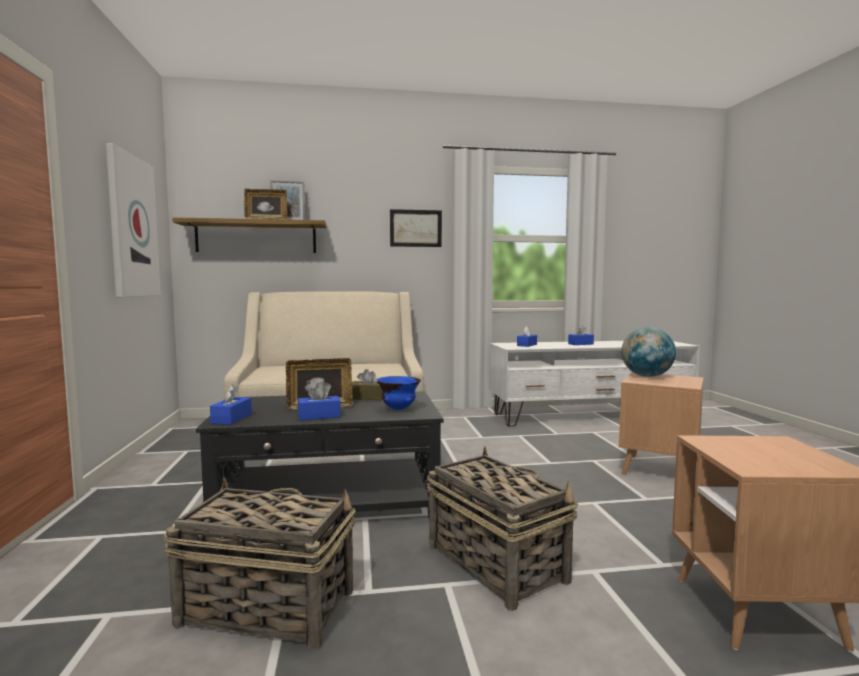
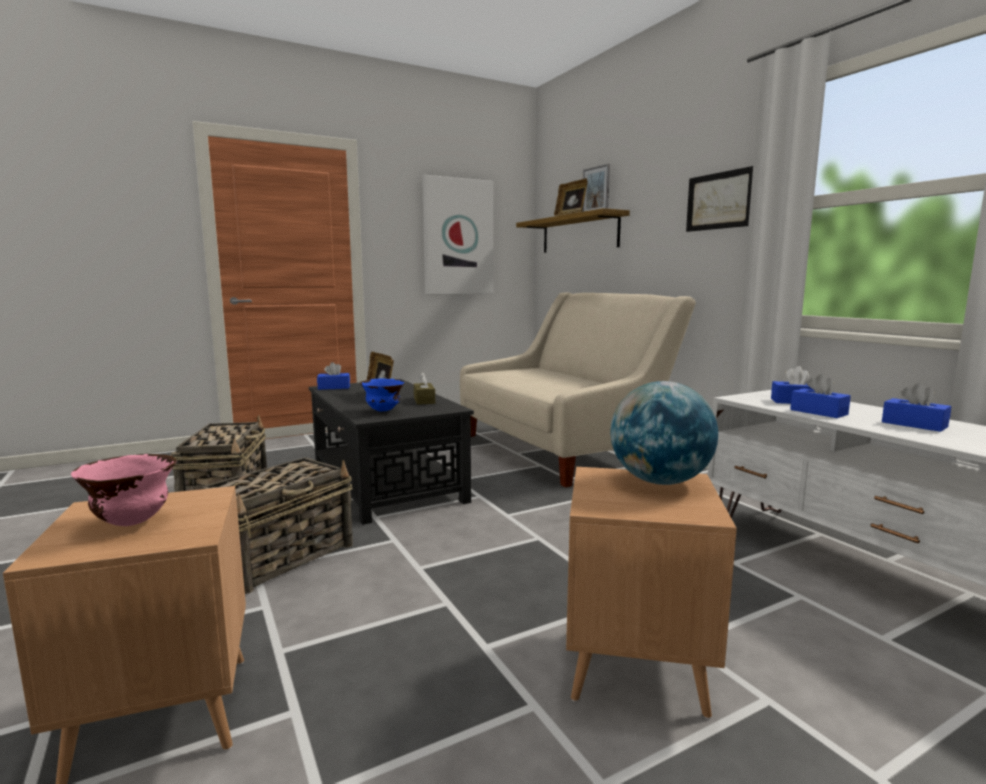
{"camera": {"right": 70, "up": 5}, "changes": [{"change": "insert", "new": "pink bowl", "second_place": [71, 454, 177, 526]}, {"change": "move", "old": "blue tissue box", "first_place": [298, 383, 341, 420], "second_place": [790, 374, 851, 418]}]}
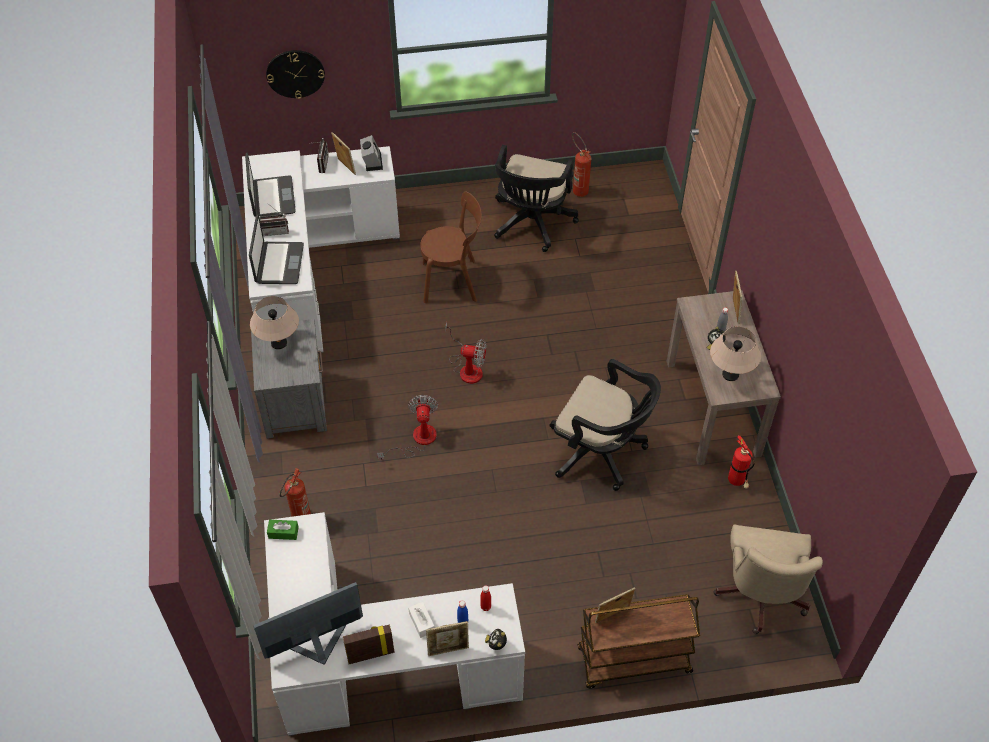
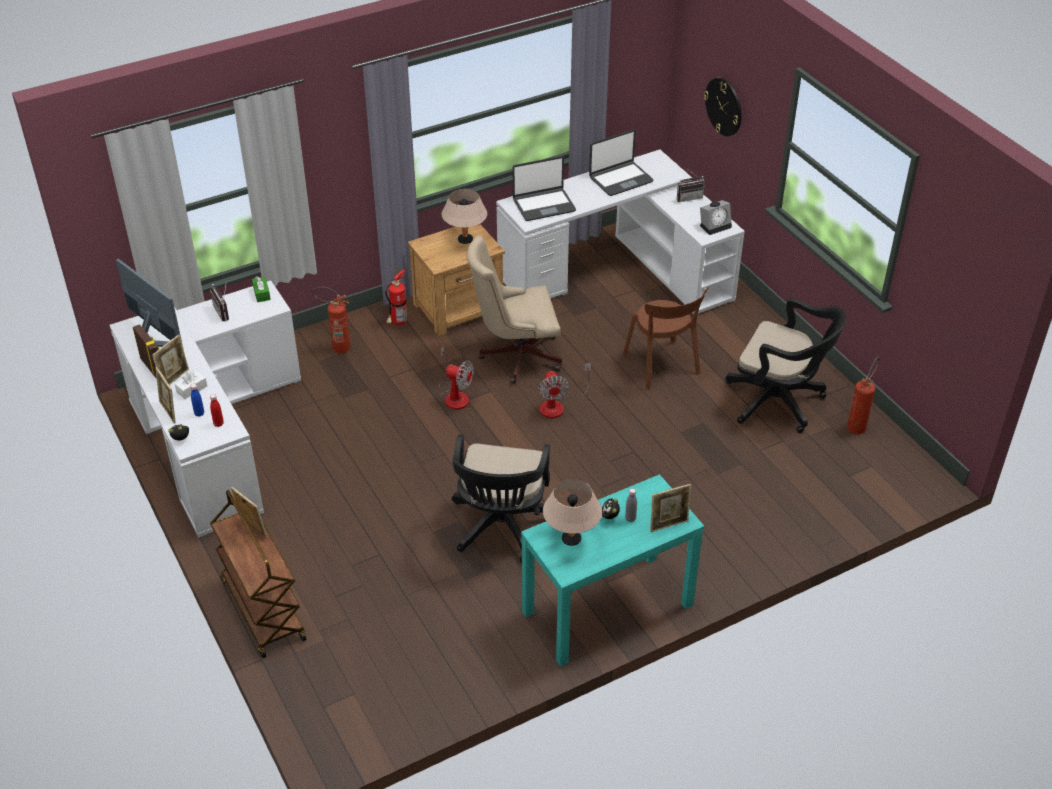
{"camera": {"right": 70, "up": -10}, "changes": [{"change": "move", "old": "picture frame", "first_place": [331, 132, 356, 175], "second_place": [152, 334, 189, 385]}, {"change": "move", "old": "radio", "first_place": [259, 203, 289, 236], "second_place": [210, 284, 229, 321]}, {"change": "move", "old": "fire extinguisher", "first_place": [728, 435, 754, 489], "second_place": [385, 269, 407, 325]}, {"change": "recolor", "old": "grey nightstand", "new": "brown nightstand", "first_place": [251, 319, 327, 439], "second_place": [407, 224, 505, 337]}, {"change": "rotate", "old": "fan", "first_place": [377, 395, 438, 460], "second_place": [439, 346, 474, 410], "degrees": 45}, {"change": "move", "old": "beige office chair", "first_place": [713, 524, 823, 634], "second_place": [467, 236, 562, 384]}, {"change": "recolor", "old": "brown console table", "new": "turquoise console table", "first_place": [666, 290, 781, 465], "second_place": [521, 474, 704, 667]}, {"change": "rotate", "old": "black office chair", "first_place": [494, 145, 579, 252], "second_place": [725, 298, 846, 433], "degrees": -150}]}
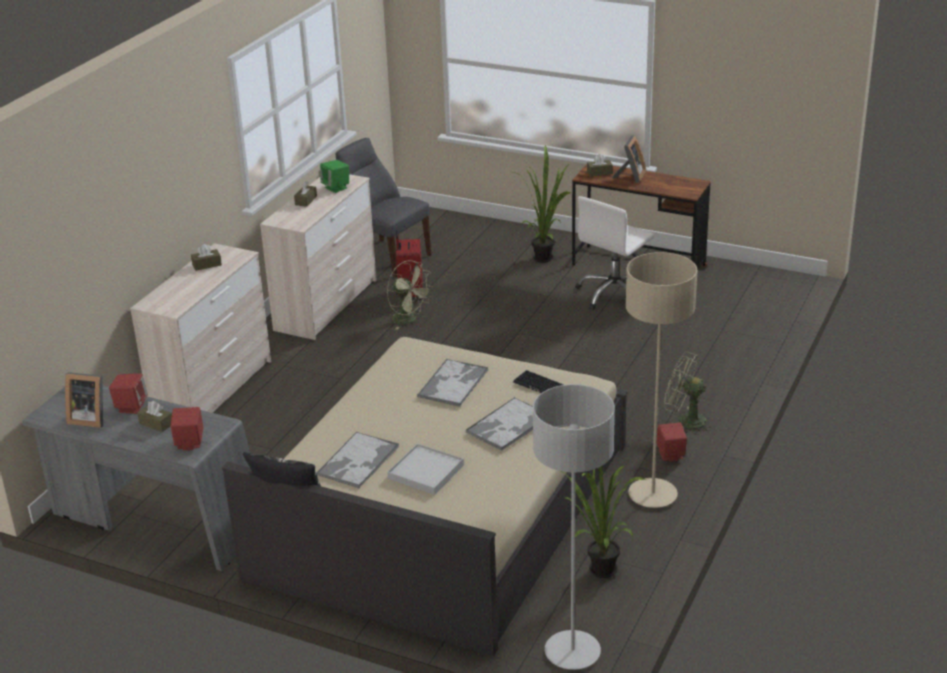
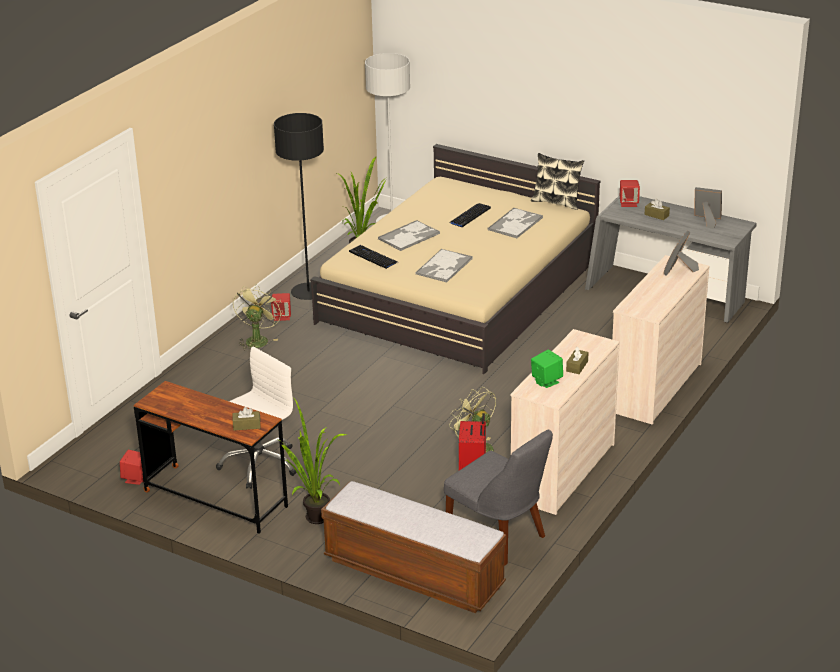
{"camera": {"right": -175, "up": 0}, "changes": [{"change": "move", "old": "red speaker", "first_place": [109, 373, 148, 414], "second_place": [120, 450, 143, 485]}, {"change": "rotate", "old": "green fan", "first_place": [664, 352, 712, 435], "second_place": [233, 285, 283, 351], "degrees": -105}, {"change": "recolor", "old": "beige floor lamp", "new": "black floor lamp", "first_place": [626, 252, 698, 508], "second_place": [274, 113, 324, 300]}, {"change": "insert", "new": "bench", "second_place": [321, 481, 506, 613]}, {"change": "replace", "old": "white tray", "new": "keyboard", "first_place": [387, 443, 464, 495], "second_place": [449, 203, 491, 227]}, {"change": "move", "old": "picture frame", "first_place": [612, 135, 646, 183], "second_place": [663, 231, 699, 276]}, {"change": "delete", "old": "brown tissue box", "first_place": [191, 244, 222, 271]}]}
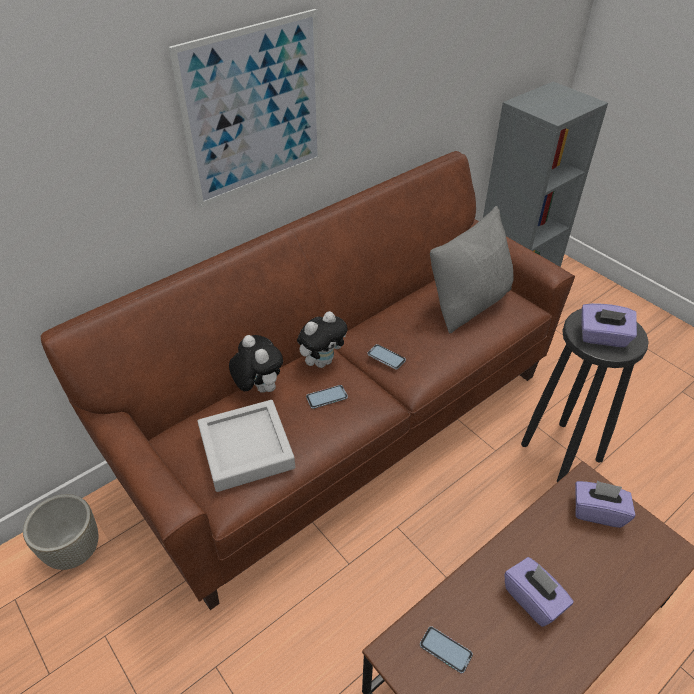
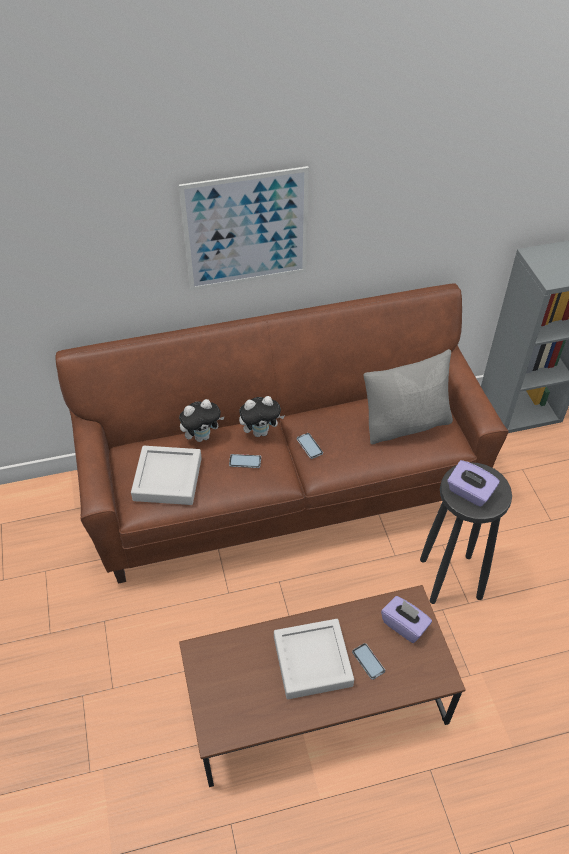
{"camera": {"right": 25, "up": 5}, "changes": [{"change": "rotate", "old": "plush toy", "first_place": [229, 335, 283, 392], "second_place": [179, 399, 225, 442], "degrees": 75}, {"change": "replace", "old": "purple tissue box", "new": "grey tray", "first_place": [504, 557, 573, 627], "second_place": [274, 619, 354, 699]}, {"change": "move", "old": "phone", "first_place": [420, 626, 473, 673], "second_place": [352, 643, 385, 680]}, {"change": "delete", "old": "grey planter", "first_place": [23, 494, 99, 570]}]}
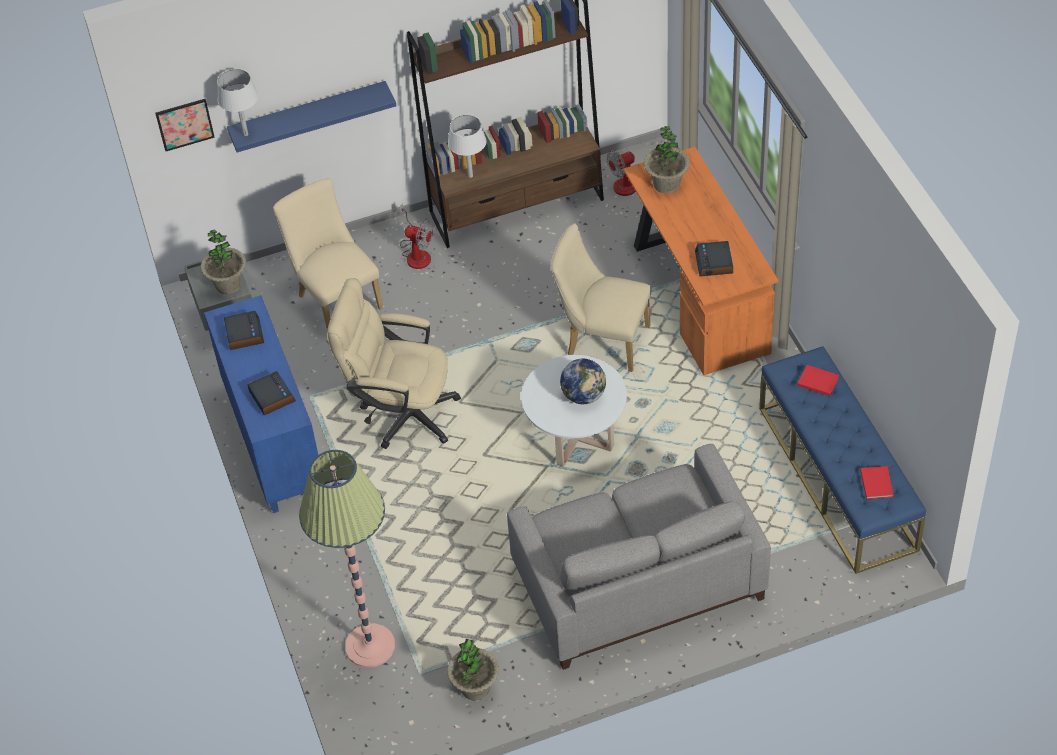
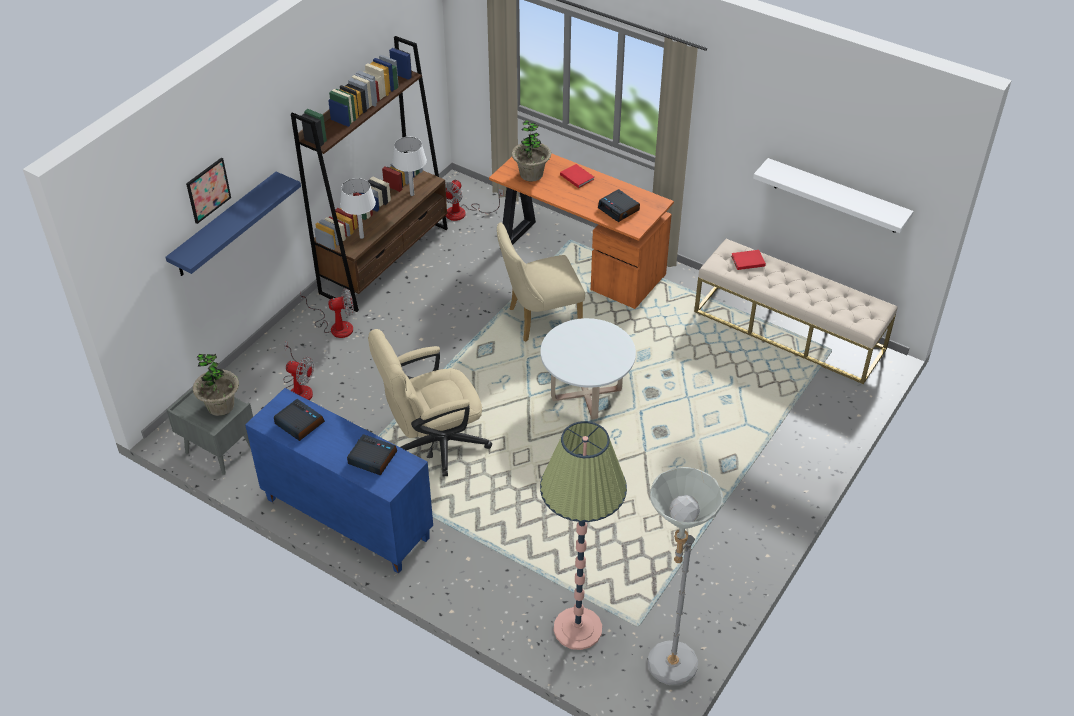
{"camera": {"right": -40, "up": -5}, "changes": [{"change": "move", "old": "picture", "first_place": [155, 99, 215, 151], "second_place": [186, 158, 231, 224]}, {"change": "replace", "old": "beige chair", "new": "fan", "first_place": [273, 179, 383, 330], "second_place": [284, 340, 314, 400]}, {"change": "move", "old": "white table lamp", "first_place": [217, 69, 258, 136], "second_place": [392, 137, 427, 196]}, {"change": "move", "old": "red book", "first_place": [860, 466, 894, 500], "second_place": [560, 164, 594, 188]}, {"change": "insert", "new": "grey floor lamp", "second_place": [648, 467, 723, 685]}, {"change": "recolor", "old": "blue bench", "new": "beige bench", "first_place": [759, 346, 926, 574], "second_place": [694, 239, 897, 384]}, {"change": "insert", "new": "white shelf", "second_place": [753, 158, 914, 233]}, {"change": "delete", "old": "potted plant", "first_place": [447, 639, 499, 700]}, {"change": "delete", "old": "grey sofa", "first_place": [507, 444, 771, 670]}, {"change": "delete", "old": "globe", "first_place": [560, 359, 606, 405]}]}
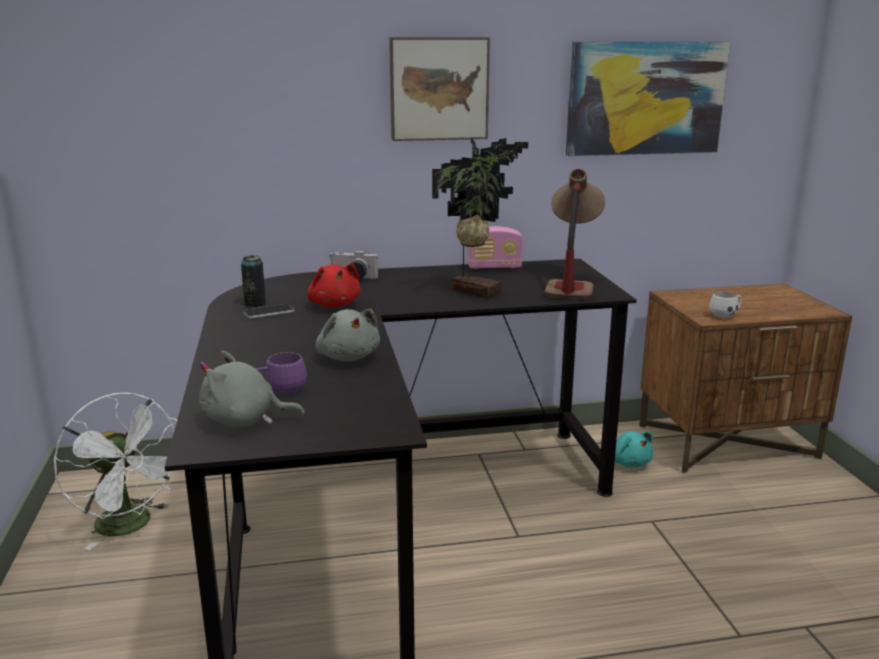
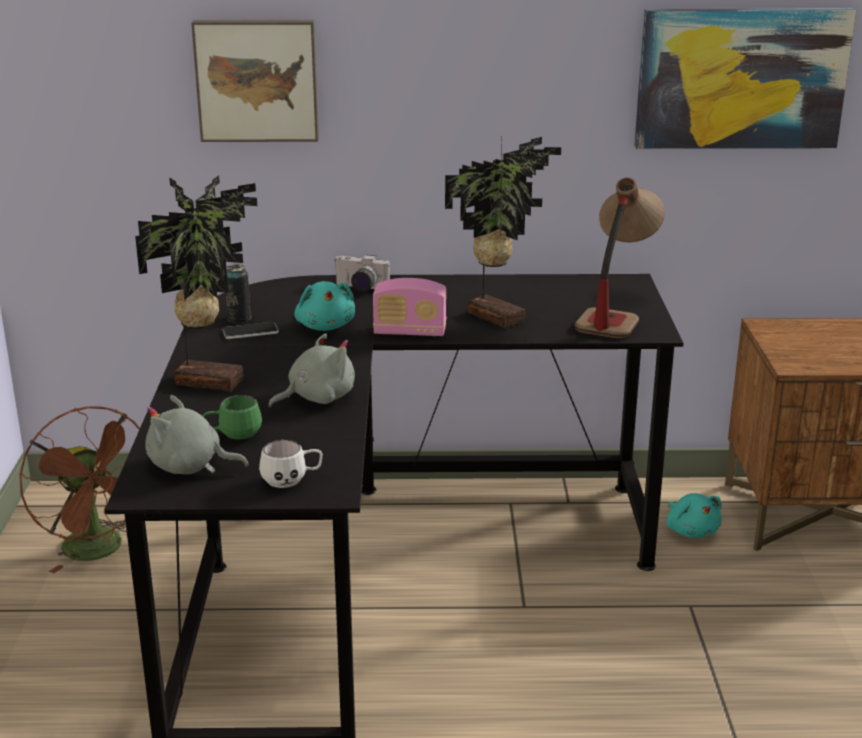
{"camera": {"right": 10, "up": 5}, "changes": [{"change": "recolor", "old": "white fan", "new": "brown fan", "first_place": [53, 393, 177, 550], "second_place": [19, 406, 140, 573]}, {"change": "insert", "new": "potted plant", "second_place": [135, 175, 257, 392]}, {"change": "move", "old": "picture", "first_place": [389, 37, 490, 141], "second_place": [191, 20, 319, 142]}, {"change": "recolor", "old": "purple mug", "new": "green mug", "first_place": [255, 352, 307, 394], "second_place": [202, 395, 262, 439]}, {"change": "move", "old": "white mug", "first_place": [709, 291, 742, 318], "second_place": [259, 440, 323, 488]}, {"change": "rotate", "old": "grey plush toy", "first_place": [316, 309, 380, 361], "second_place": [268, 333, 355, 408], "degrees": -105}, {"change": "recolor", "old": "red plush toy", "new": "turquoise plush toy", "first_place": [307, 264, 361, 308], "second_place": [294, 281, 355, 331]}, {"change": "move", "old": "radio", "first_place": [467, 226, 523, 269], "second_place": [373, 278, 447, 336]}]}
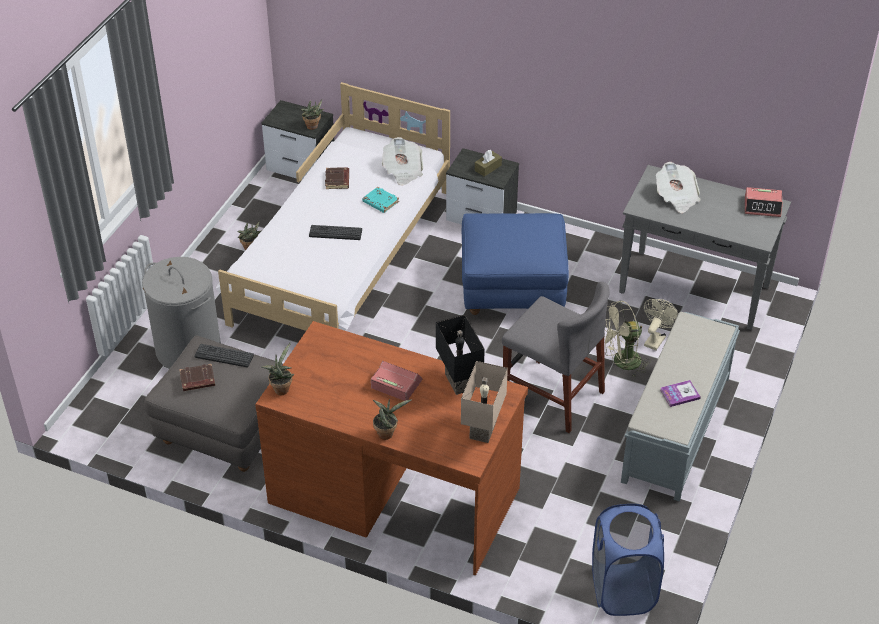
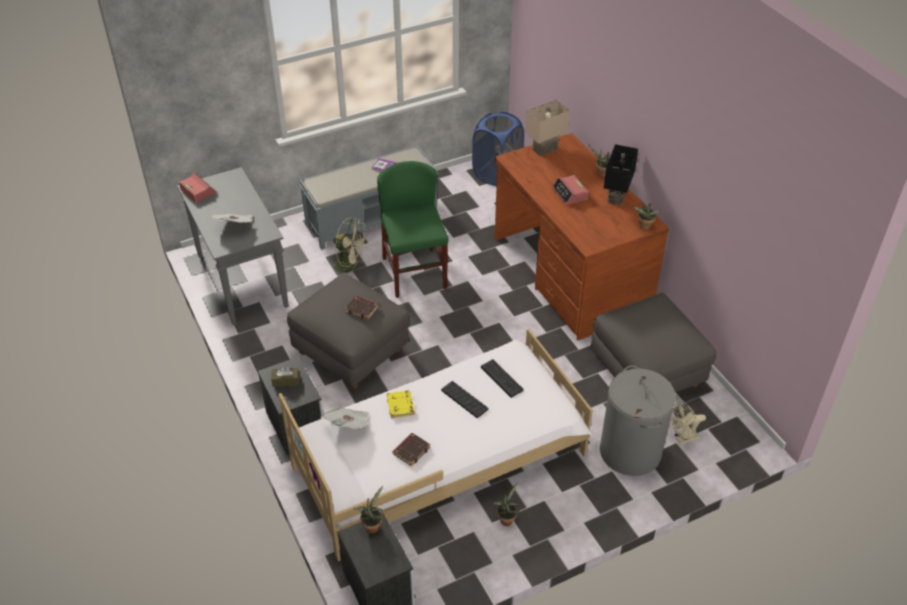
{"camera": {"right": -140, "up": 0}, "changes": [{"change": "recolor", "old": "blue ottoman", "new": "grey ottoman", "first_place": [462, 213, 569, 315], "second_place": [287, 273, 410, 389]}, {"change": "move", "old": "brown book", "first_place": [179, 364, 215, 391], "second_place": [345, 296, 379, 320]}, {"change": "recolor", "old": "grey chair", "new": "green chair", "first_place": [502, 282, 610, 433], "second_place": [377, 161, 448, 298]}, {"change": "recolor", "old": "turquoise book", "new": "yellow book", "first_place": [362, 187, 399, 213], "second_place": [387, 391, 415, 418]}, {"change": "move", "old": "keyboard", "first_place": [194, 344, 254, 367], "second_place": [481, 359, 524, 398]}, {"change": "move", "old": "black table lamp", "first_place": [436, 315, 485, 395], "second_place": [604, 144, 638, 205]}, {"change": "move", "old": "beige fan", "first_place": [644, 299, 679, 351], "second_place": [671, 402, 706, 445]}]}
